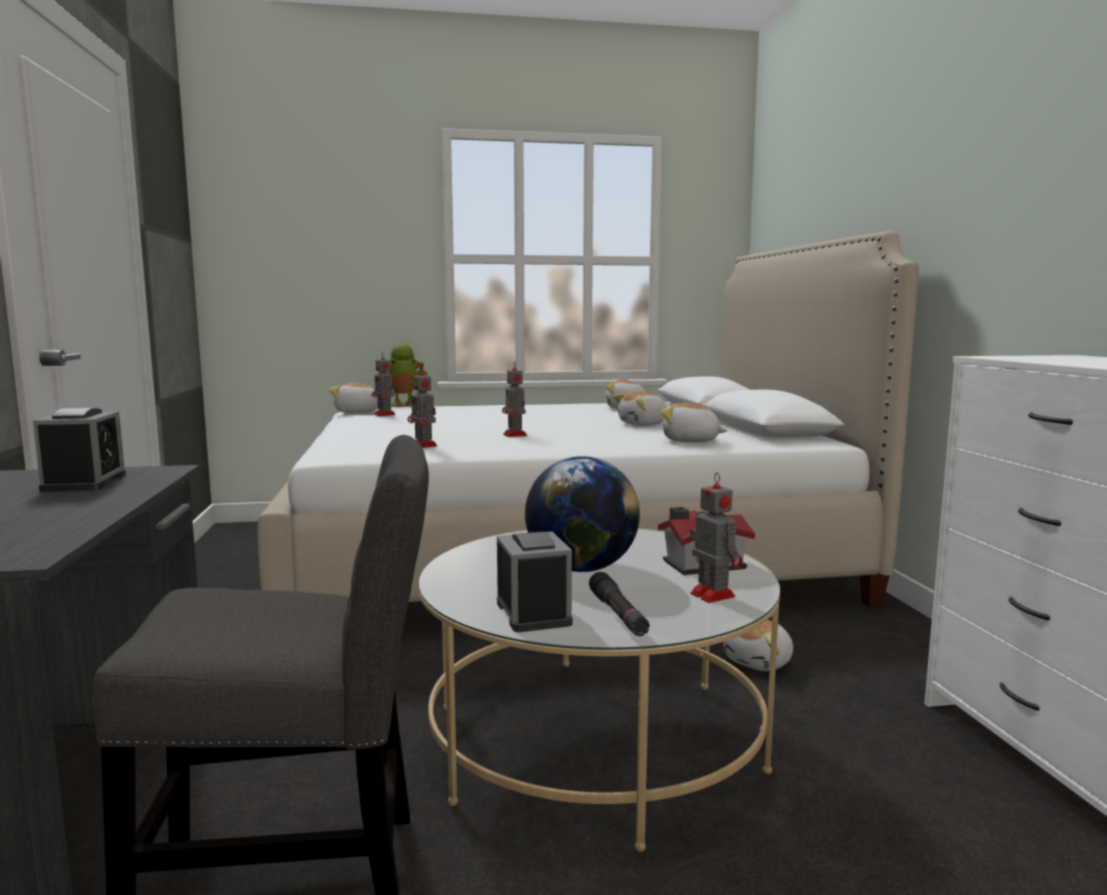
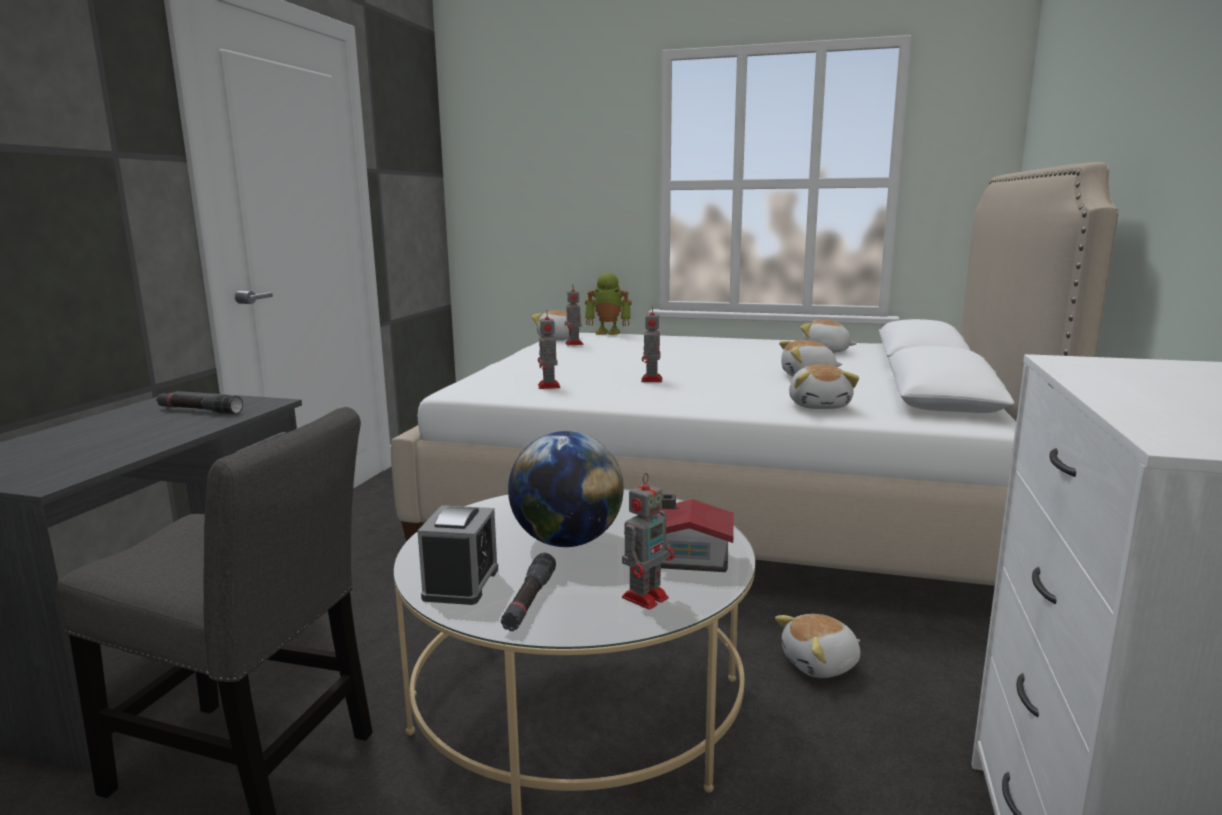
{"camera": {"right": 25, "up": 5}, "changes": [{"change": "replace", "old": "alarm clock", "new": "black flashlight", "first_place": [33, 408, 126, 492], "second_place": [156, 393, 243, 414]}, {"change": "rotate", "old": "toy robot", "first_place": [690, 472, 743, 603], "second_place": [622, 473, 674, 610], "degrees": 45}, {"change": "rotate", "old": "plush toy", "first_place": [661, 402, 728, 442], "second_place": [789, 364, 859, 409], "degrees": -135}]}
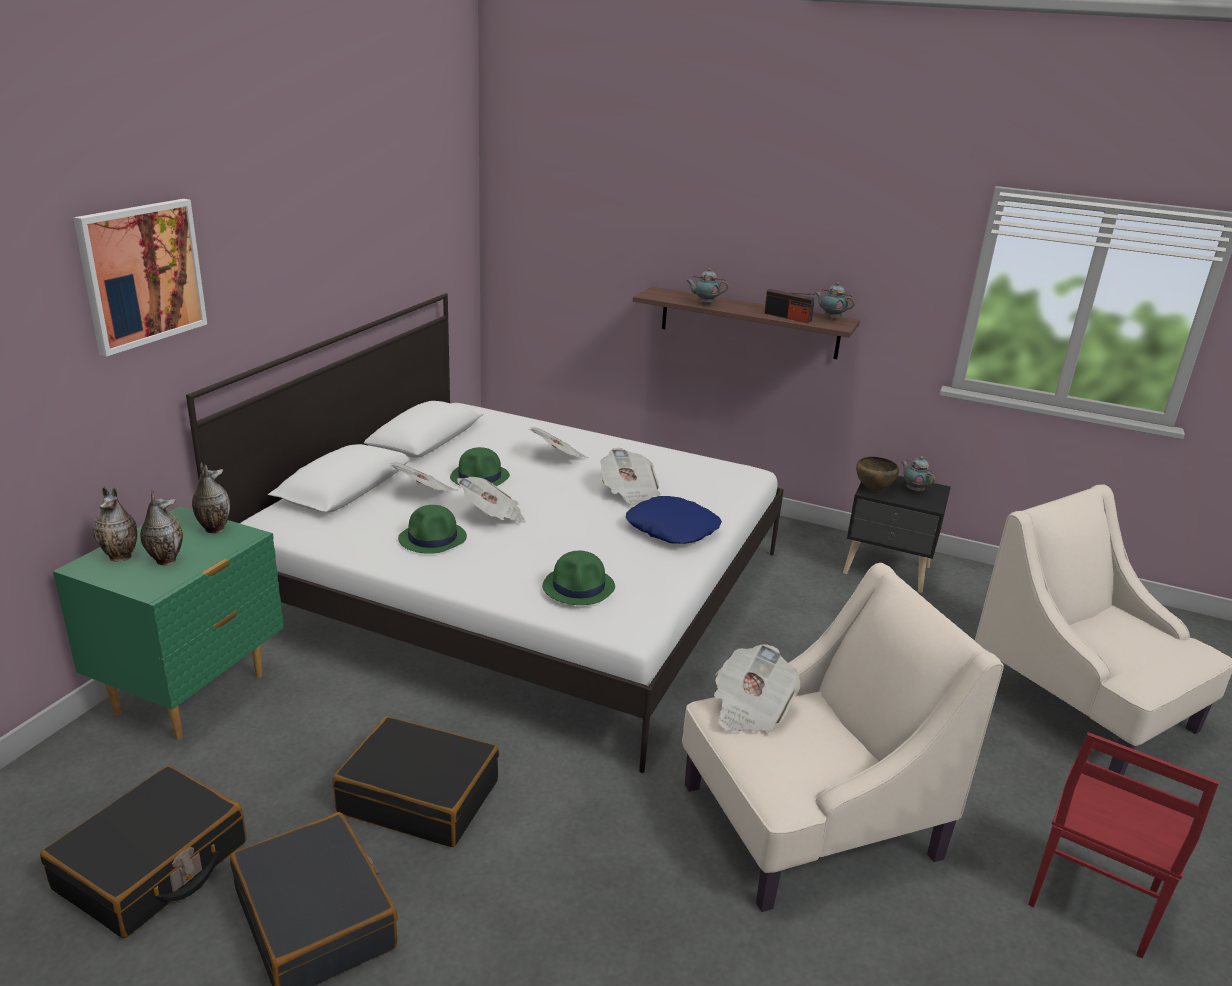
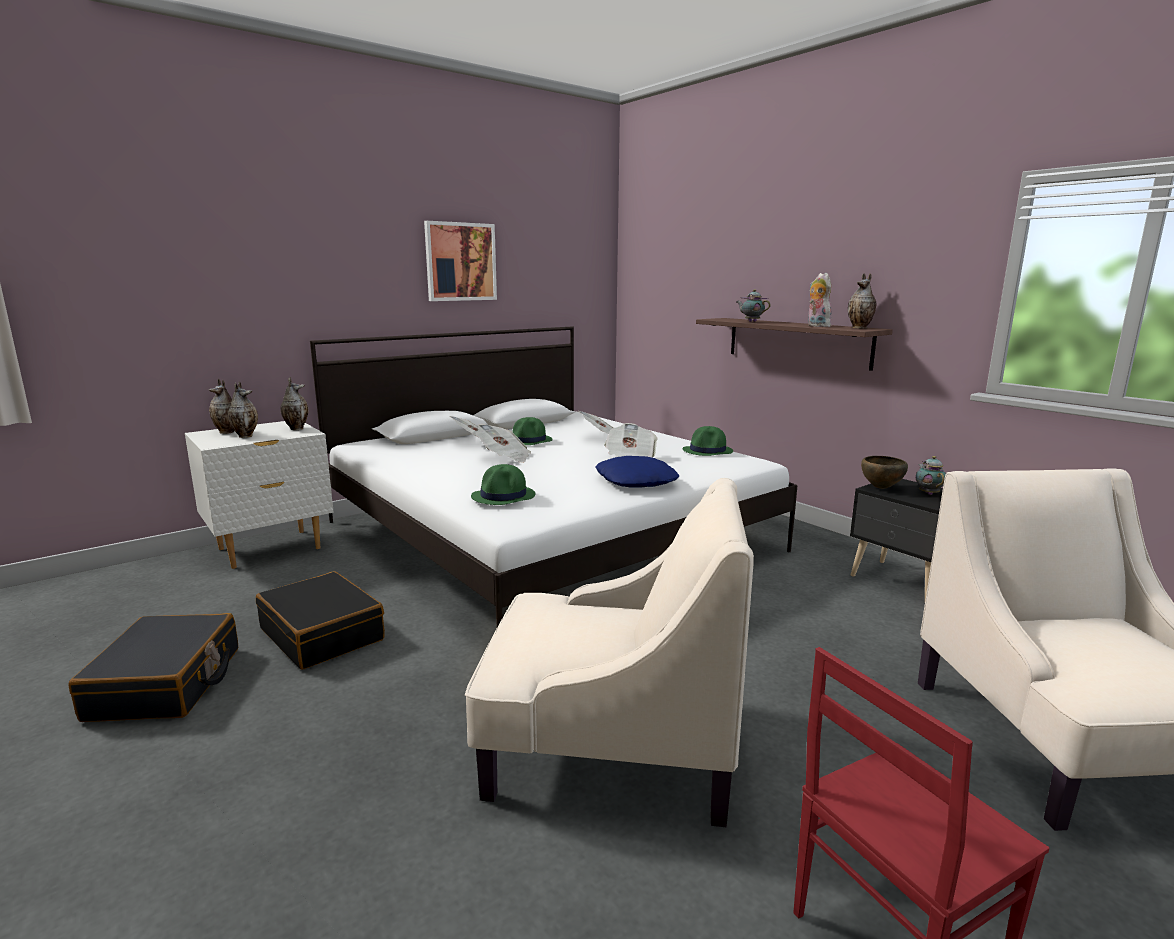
{"camera": {"right": 30, "up": -10}, "changes": [{"change": "recolor", "old": "green nightstand", "new": "white nightstand", "first_place": [53, 506, 283, 740], "second_place": [185, 421, 333, 569]}, {"change": "move", "old": "picture", "first_place": [73, 199, 207, 357], "second_place": [424, 221, 497, 301]}, {"change": "move", "old": "green hat", "first_place": [398, 505, 467, 554], "second_place": [683, 426, 733, 456]}, {"change": "replace", "old": "radio", "new": "plush toy", "first_place": [764, 289, 815, 323], "second_place": [808, 273, 832, 327]}, {"change": "replace", "old": "teapot", "new": "vase", "first_place": [815, 282, 855, 320], "second_place": [848, 273, 877, 328]}, {"change": "delete", "old": "black suitcase", "first_place": [40, 766, 247, 938]}, {"change": "delete", "old": "newspaper", "first_place": [714, 644, 800, 733]}]}
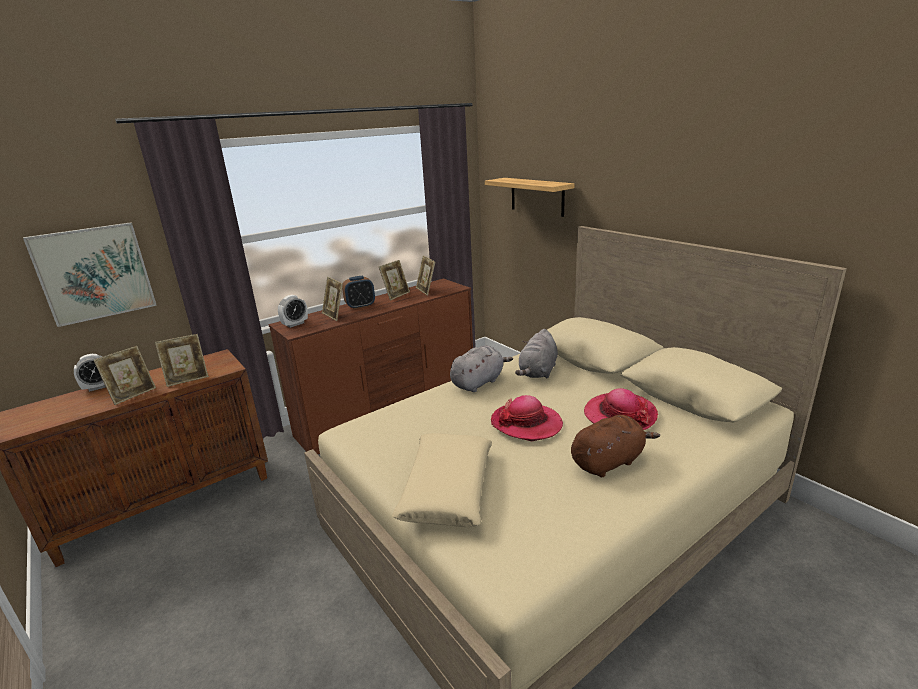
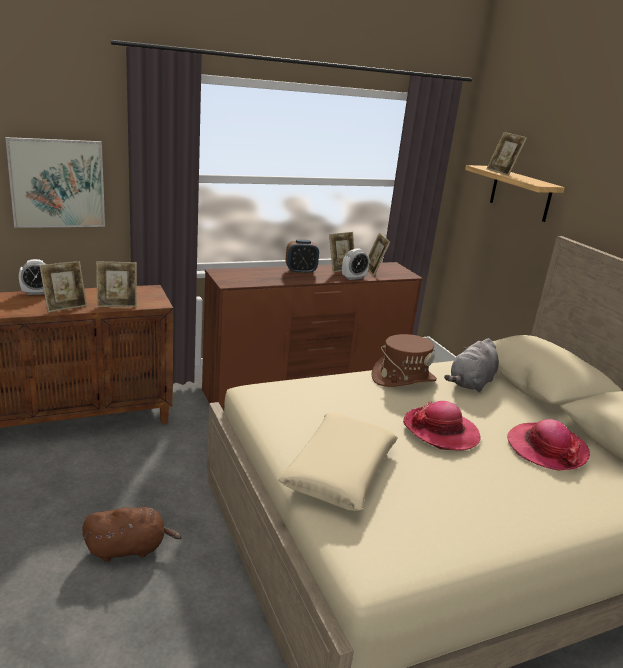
{"camera": {"right": 10, "up": 0}, "changes": [{"change": "move", "old": "brown plush toy", "first_place": [571, 415, 660, 477], "second_place": [83, 507, 182, 562]}, {"change": "move", "old": "alarm clock", "first_place": [278, 295, 308, 328], "second_place": [342, 248, 369, 280]}, {"change": "replace", "old": "grey plush toy", "new": "brown hat", "first_place": [450, 346, 513, 392], "second_place": [371, 334, 437, 387]}, {"change": "move", "old": "picture frame", "first_place": [322, 277, 343, 321], "second_place": [486, 132, 527, 176]}]}
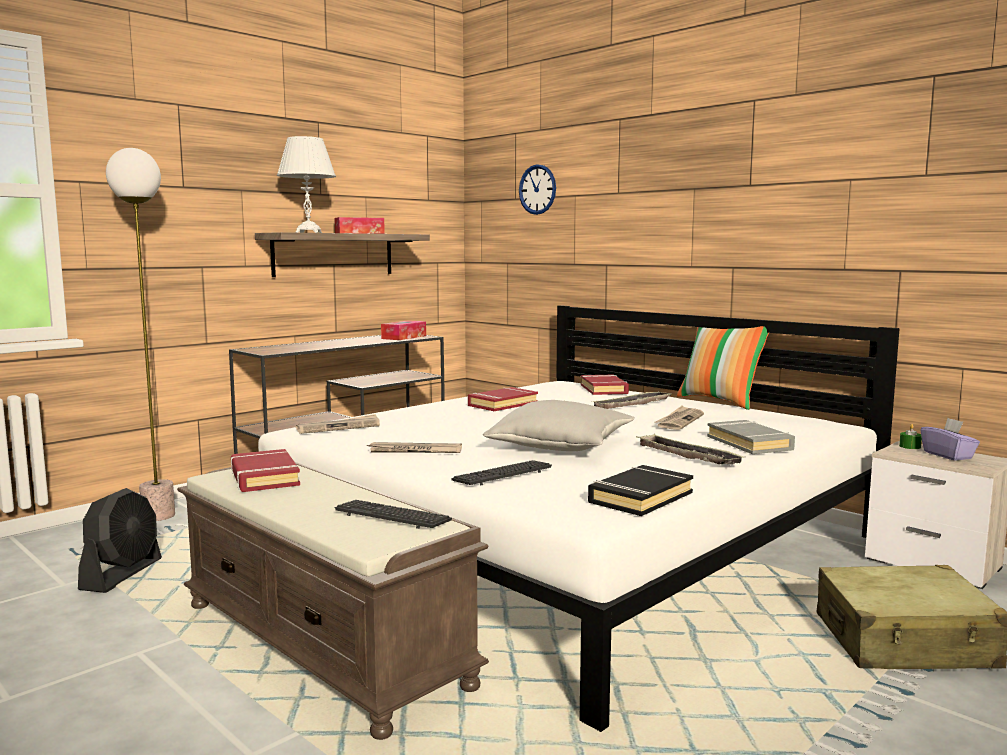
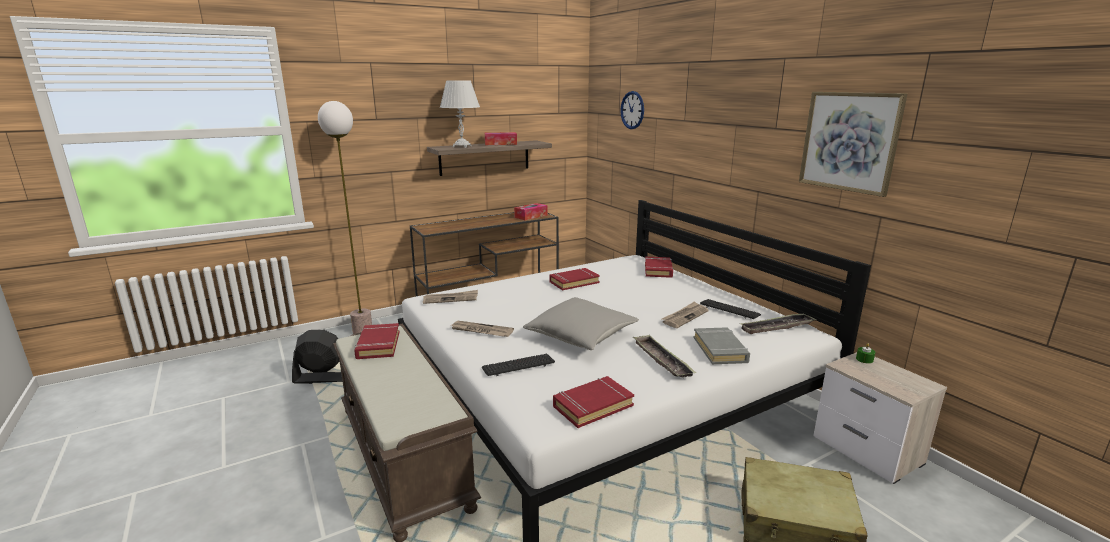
{"camera": {"right": 15, "up": 10}, "changes": [{"change": "rotate", "old": "black fan", "first_place": [78, 488, 162, 593], "second_place": [292, 330, 343, 384], "degrees": -120}, {"change": "recolor", "old": "black book", "new": "red book", "first_place": [588, 465, 693, 516], "second_place": [553, 376, 634, 428]}, {"change": "move", "old": "keyboard", "first_place": [335, 500, 452, 529], "second_place": [700, 299, 761, 319]}, {"change": "move", "old": "tray", "first_place": [591, 391, 671, 409], "second_place": [740, 313, 817, 334]}, {"change": "insert", "new": "picture", "second_place": [799, 92, 907, 197]}, {"change": "delete", "old": "pillow", "first_place": [677, 326, 769, 410]}, {"change": "delete", "old": "purple tissue box", "first_place": [921, 418, 980, 461]}]}
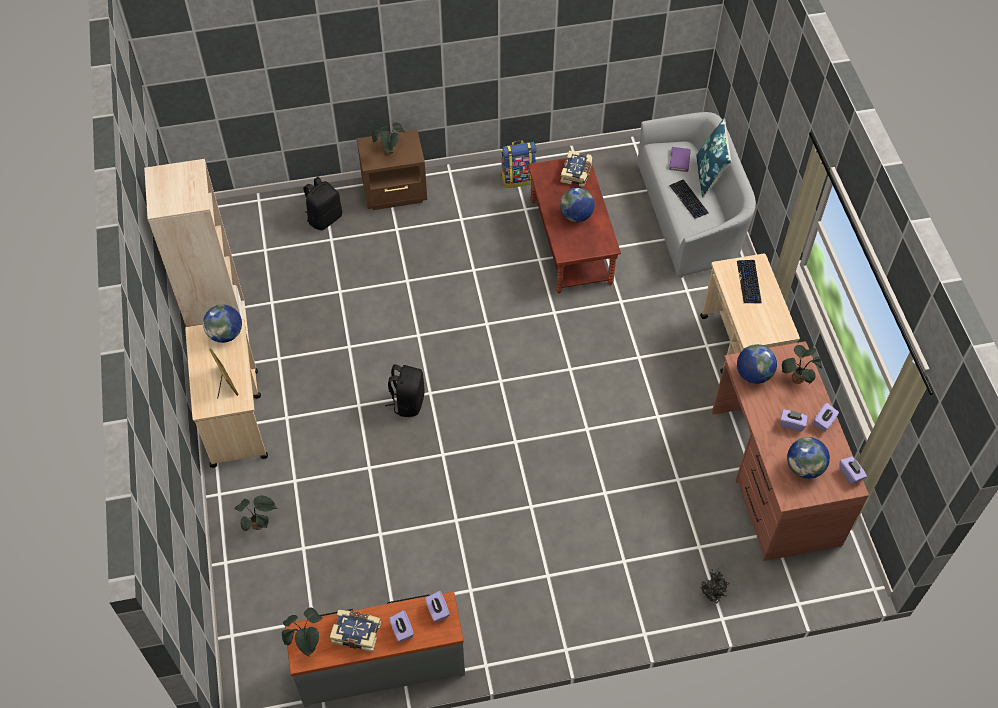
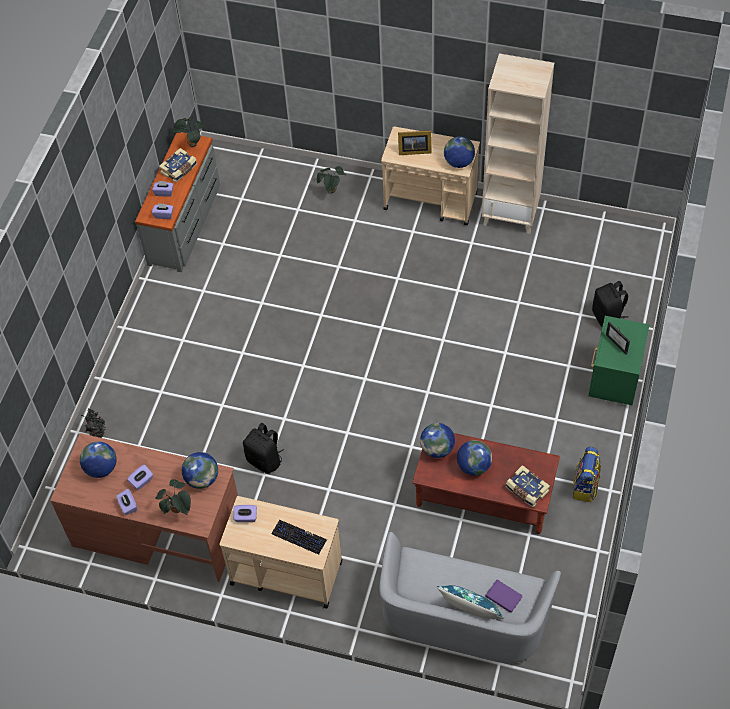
{"camera": {"right": 120, "up": 0}, "changes": [{"change": "move", "old": "purple tissue box", "first_place": [839, 456, 867, 484], "second_place": [233, 505, 257, 522]}, {"change": "move", "old": "black backpack", "first_place": [385, 364, 425, 417], "second_place": [243, 423, 284, 474]}, {"change": "insert", "new": "globe", "second_place": [420, 423, 455, 458]}, {"change": "recolor", "old": "brown nightstand", "new": "green nightstand", "first_place": [357, 129, 427, 210], "second_place": [588, 316, 649, 405]}, {"change": "replace", "old": "potted plant", "new": "picture frame", "first_place": [372, 122, 405, 154], "second_place": [606, 322, 630, 354]}, {"change": "delete", "old": "keyboard", "first_place": [669, 179, 709, 219]}]}
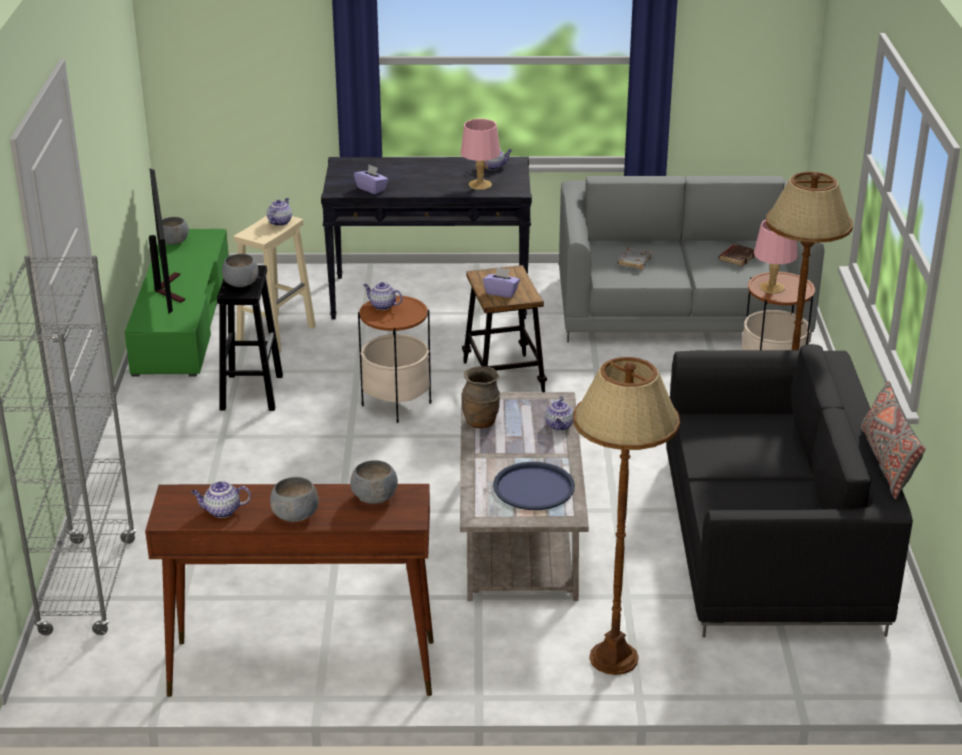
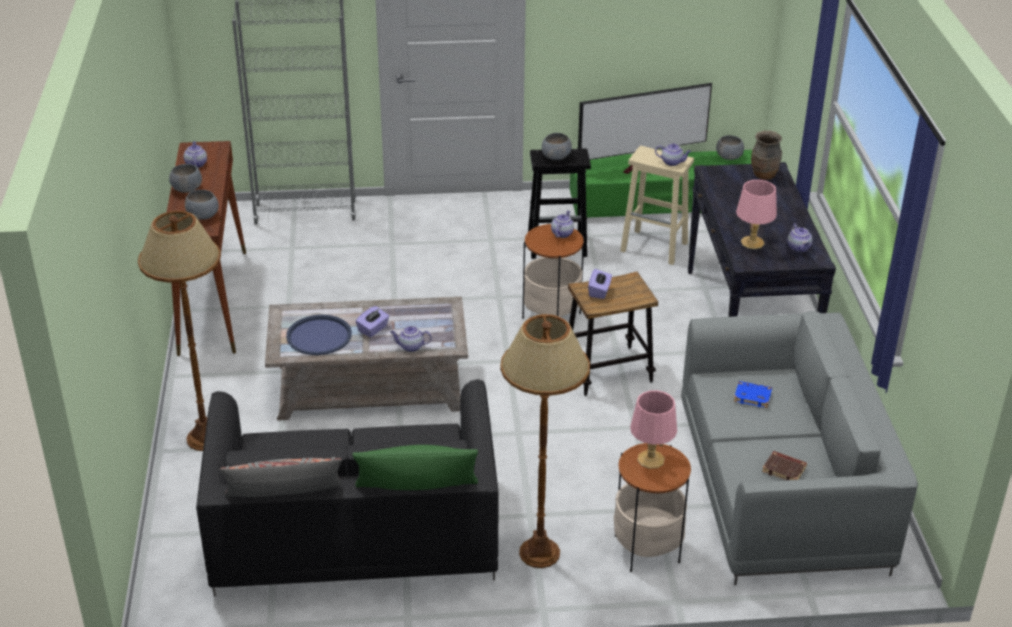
{"camera": {"right": 85, "up": 5}, "changes": [{"change": "insert", "new": "green pillow", "second_place": [352, 445, 478, 490]}, {"change": "move", "old": "purple tissue box", "first_place": [354, 165, 388, 194], "second_place": [356, 306, 389, 337]}, {"change": "recolor", "old": "grey book", "new": "blue book", "first_place": [617, 248, 652, 270], "second_place": [734, 381, 772, 408]}, {"change": "move", "old": "brown vase", "first_place": [462, 366, 500, 428], "second_place": [751, 131, 782, 180]}]}
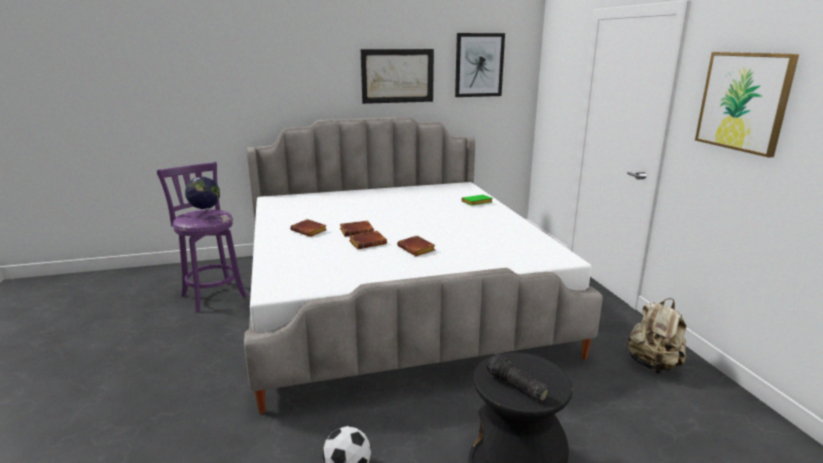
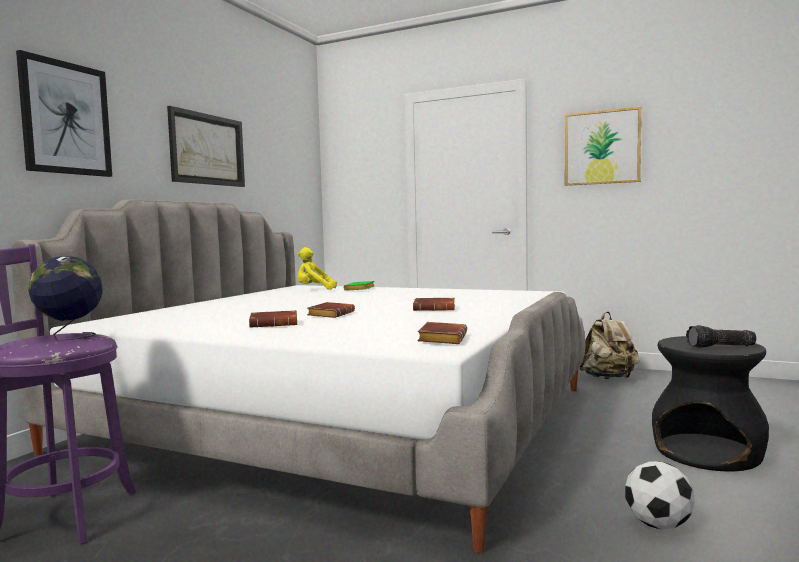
{"camera": {"right": -50, "up": -15}, "changes": [{"change": "move", "old": "picture", "first_place": [455, 33, 505, 97], "second_place": [16, 50, 112, 177]}, {"change": "insert", "new": "yellow plush toy", "second_place": [297, 247, 337, 290]}, {"change": "move", "old": "brown book", "first_place": [349, 231, 387, 249], "second_place": [417, 322, 467, 344]}]}
